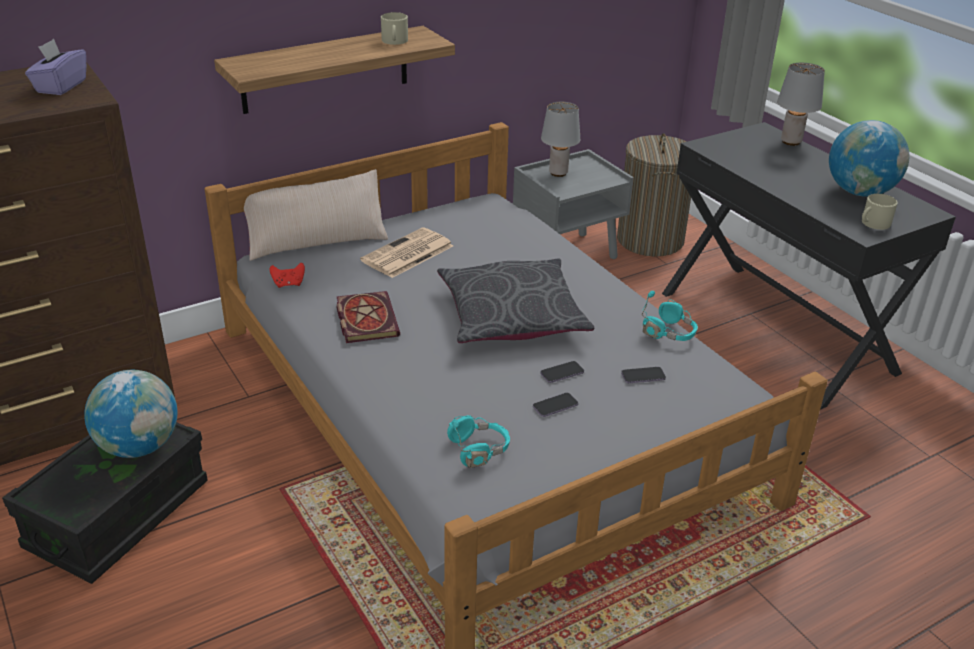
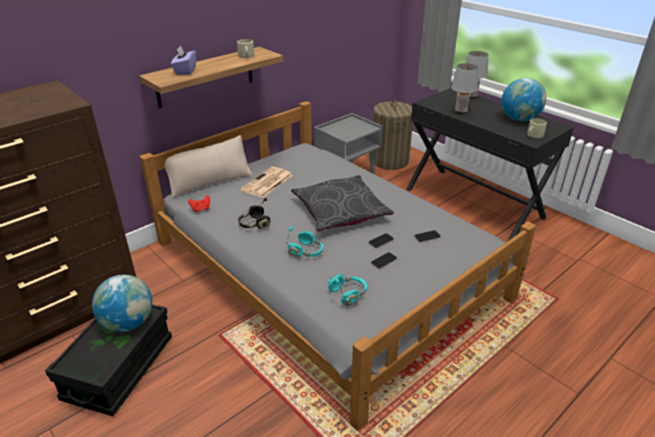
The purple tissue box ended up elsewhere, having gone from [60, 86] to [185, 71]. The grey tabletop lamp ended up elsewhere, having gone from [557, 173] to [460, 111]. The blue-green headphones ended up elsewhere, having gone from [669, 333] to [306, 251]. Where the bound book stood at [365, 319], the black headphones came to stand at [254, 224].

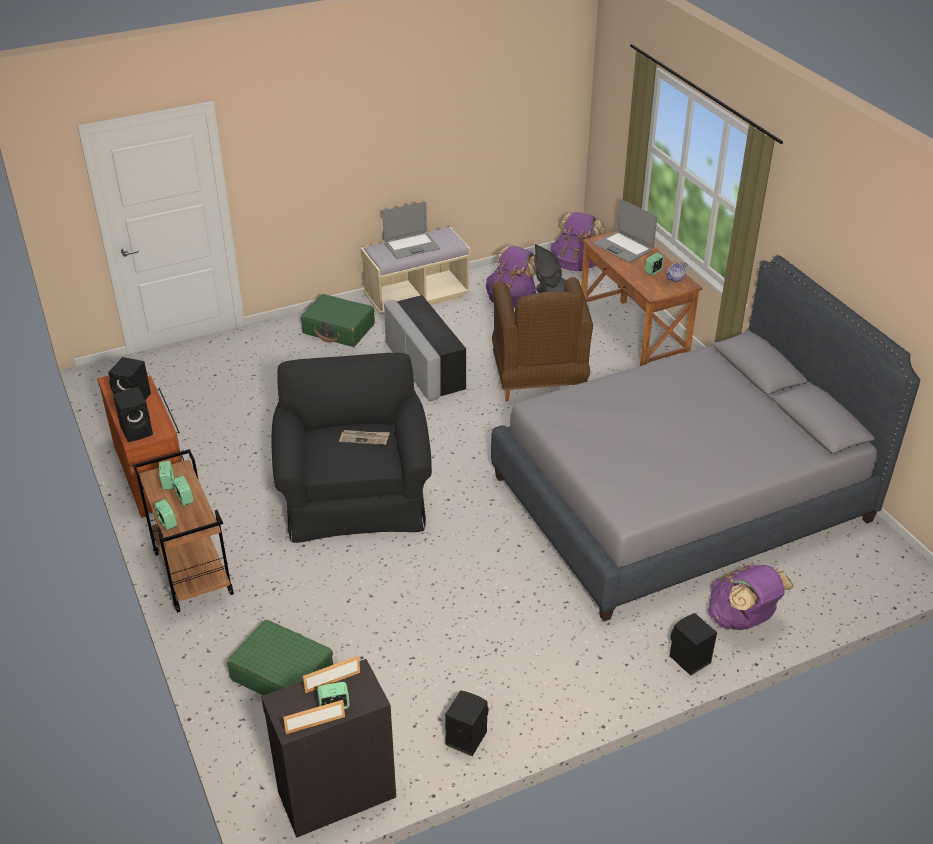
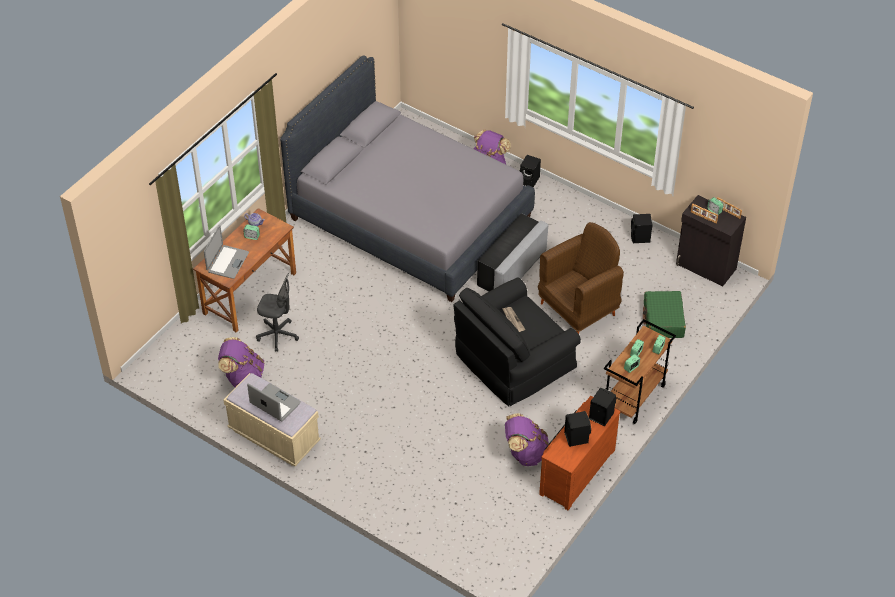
The second view lost the greenish suitcase at [339, 329]. The grey ottoman ended up elsewhere, having gone from [425, 367] to [511, 269]. The brownish armchair ended up elsewhere, having gone from [538, 380] to [578, 309]. The purple knapsack ended up elsewhere, having gone from [576, 265] to [525, 453].

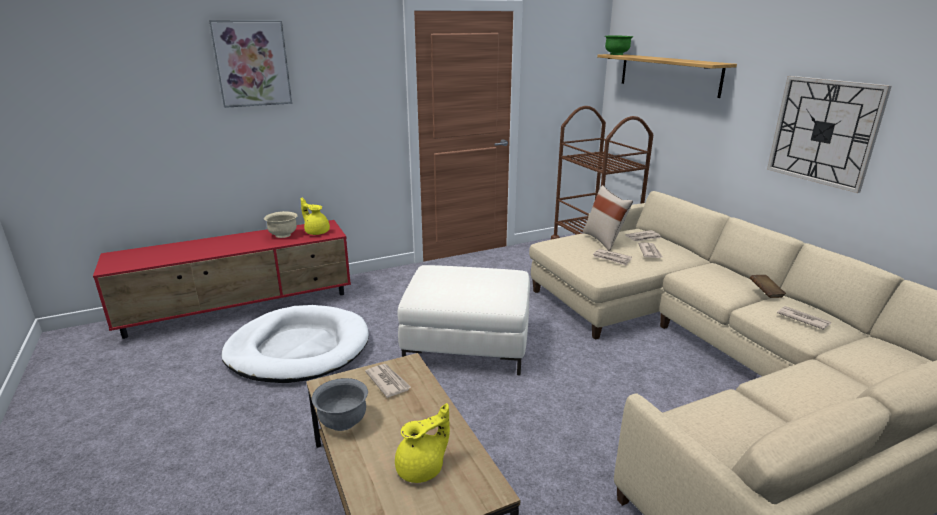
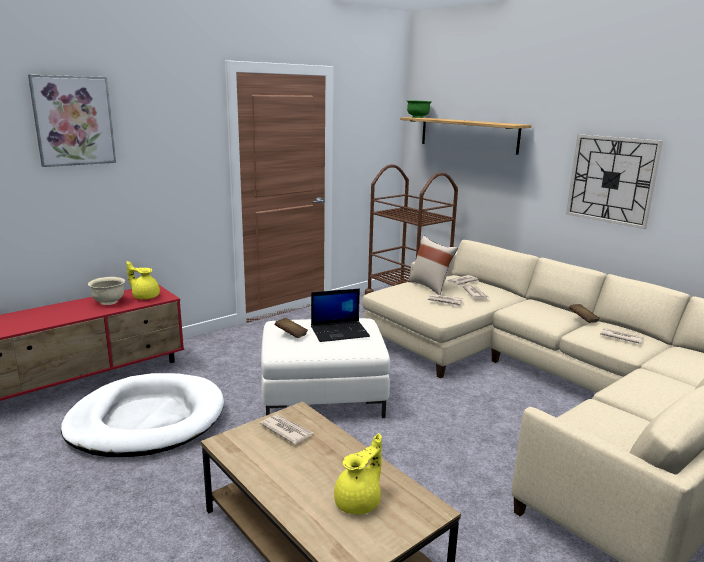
The second view lost the grey bowl at [343, 422]. The second view gained the brownish bound book at [291, 335]. The second view gained the notebook computer at [340, 332].

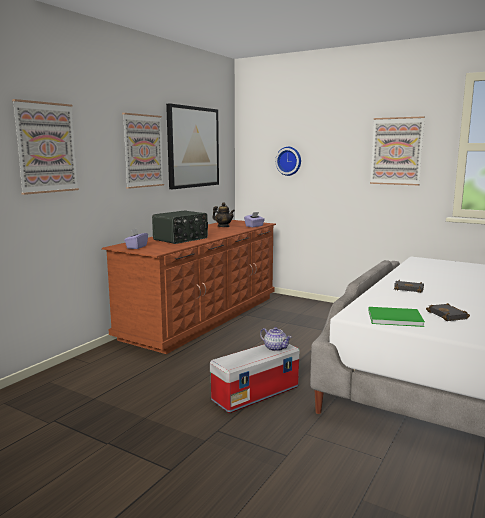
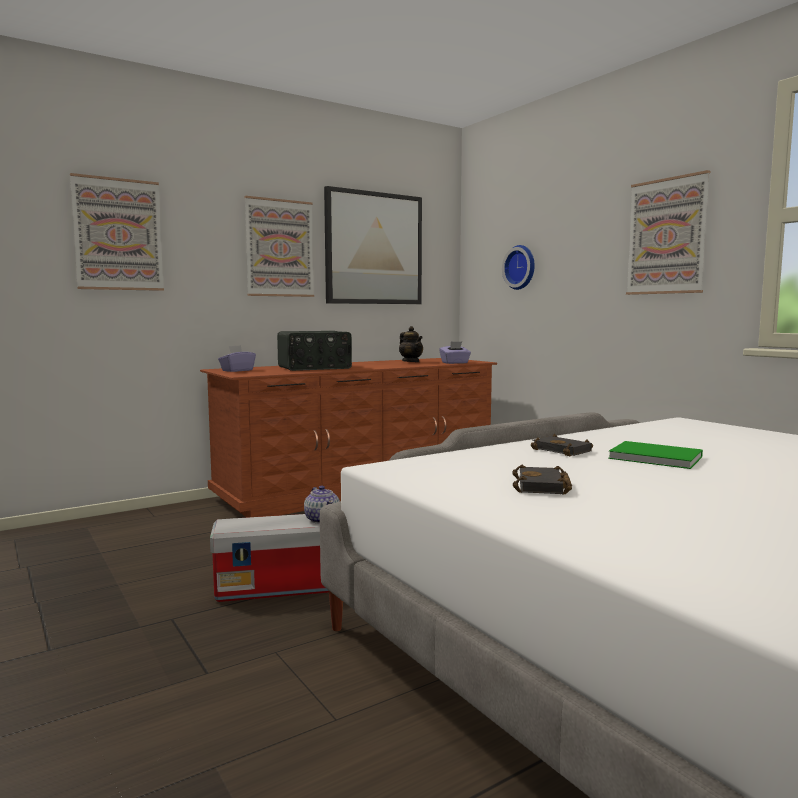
The greenish bound book ended up elsewhere, having gone from [393, 318] to [653, 457].

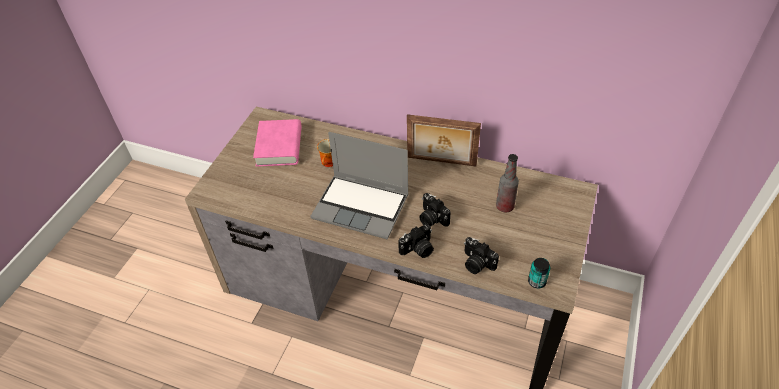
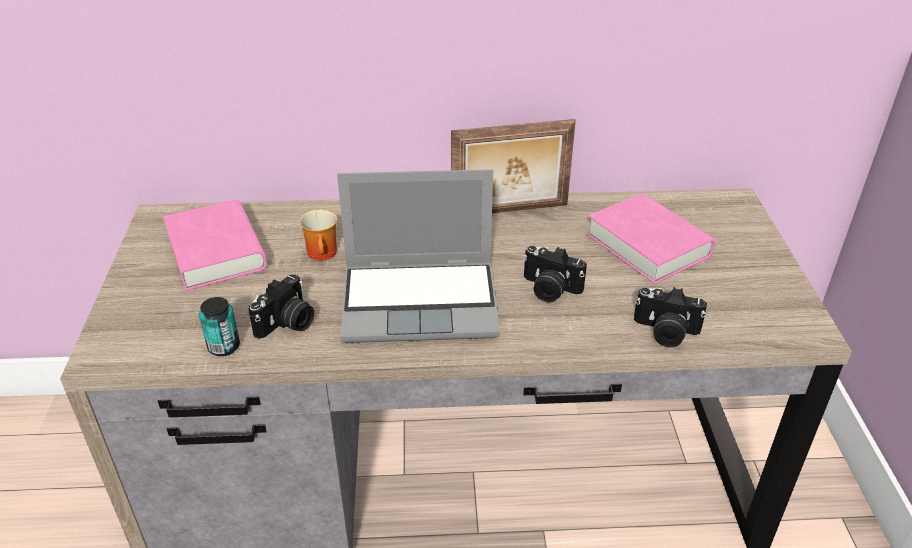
The photo camera ended up elsewhere, having gone from [418, 250] to [287, 323]. The metal can ended up elsewhere, having gone from [536, 281] to [224, 347]. Where the beverage bottle stood at [504, 206], the pink-coloured bound book came to stand at [648, 245].

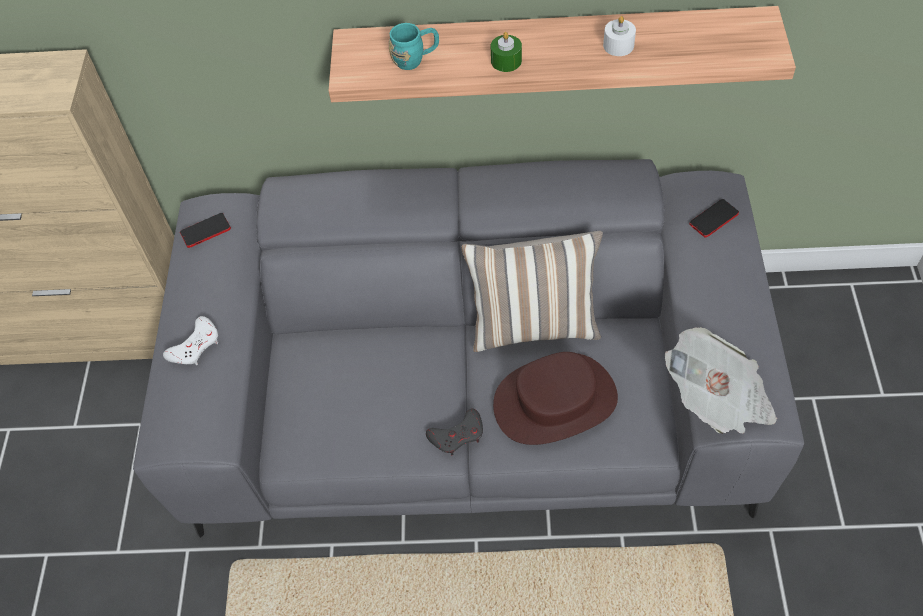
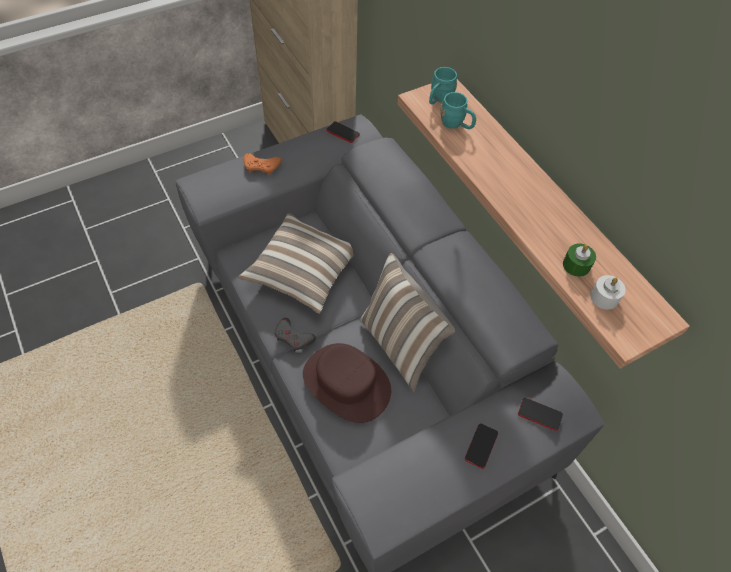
The second view lost the printed paper at [718, 399]. The second view gained the throw pillow at [303, 272]. The second view gained the blue-green mug at [439, 99]. The second view gained the handset at [481, 446]. The greenish wax light ended up elsewhere, having gone from [506, 61] to [576, 265]. The white-coloured wax light ended up elsewhere, having gone from [618, 45] to [604, 297]. What was the white-coloured game controller at [195, 346] turned into the orange game controller at [262, 166].

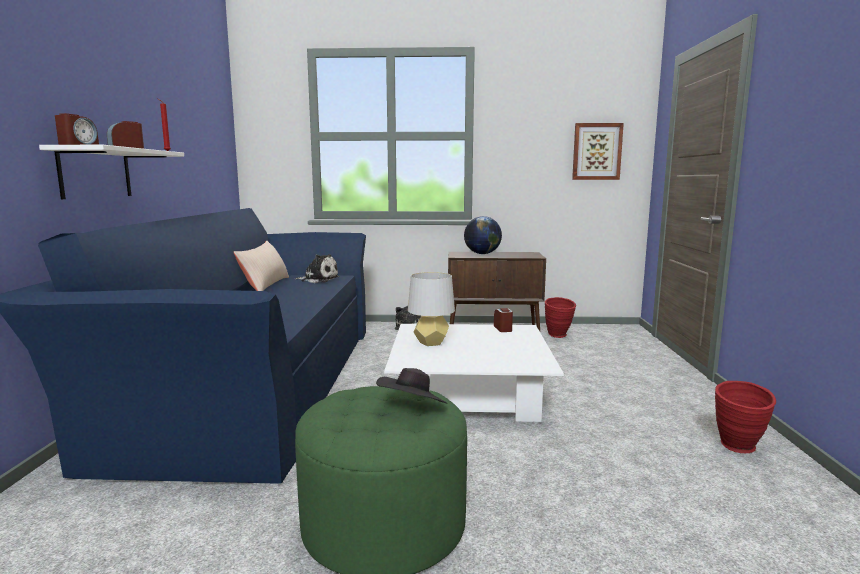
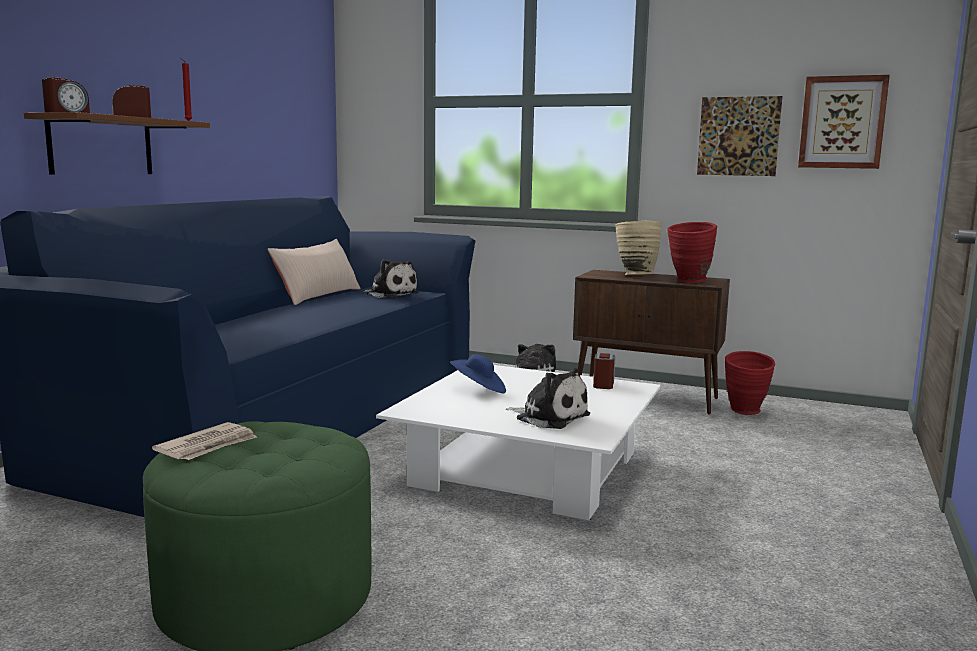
The second view lost the black hat at [412, 408]. The second view gained the printed paper at [208, 446]. The second view gained the cuddly toy at [549, 417]. The second view gained the picture at [738, 136]. The red-coloured flower vase ended up elsewhere, having gone from [738, 449] to [688, 282]. Where the grey tabletop lamp stood at [431, 343], the bluish hat came to stand at [479, 390]. Where the desk globe stood at [482, 254], the sand-coloured flower vase came to stand at [635, 275]. What was the white-coloured bracket shelf at [95, 173] turned into the brownish bracket shelf at [101, 146].

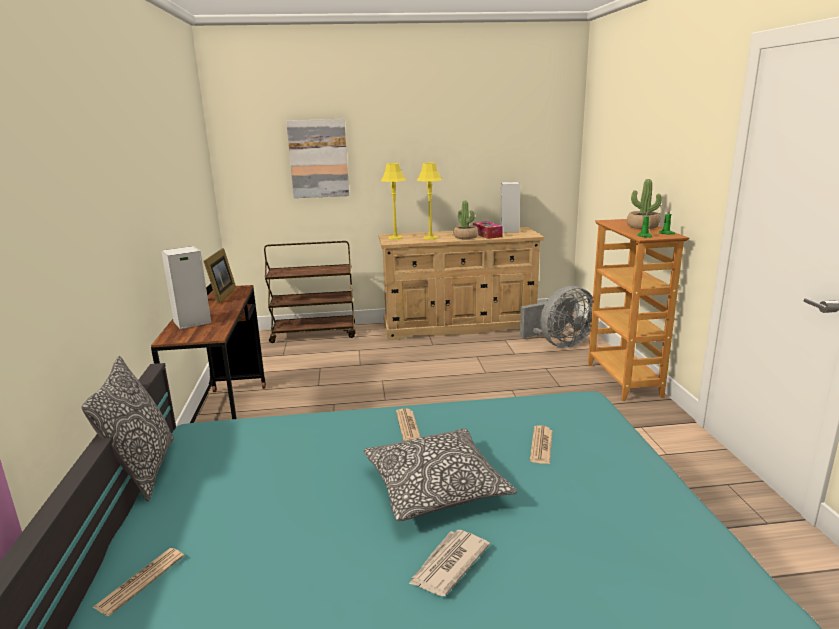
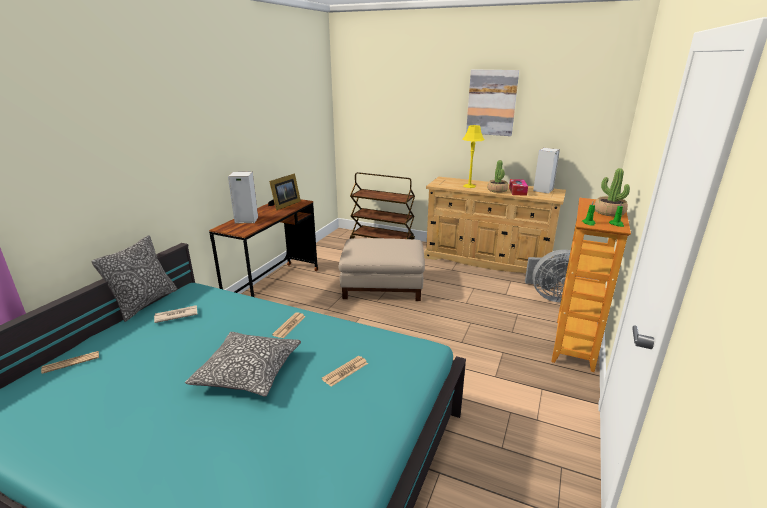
The second view lost the yellow tabletop lamp at [395, 238]. The second view gained the sand-coloured ottoman at [383, 285]. The picture ended up elsewhere, having gone from [318, 158] to [491, 102]. The printed paper ended up elsewhere, having gone from [448, 565] to [176, 315].

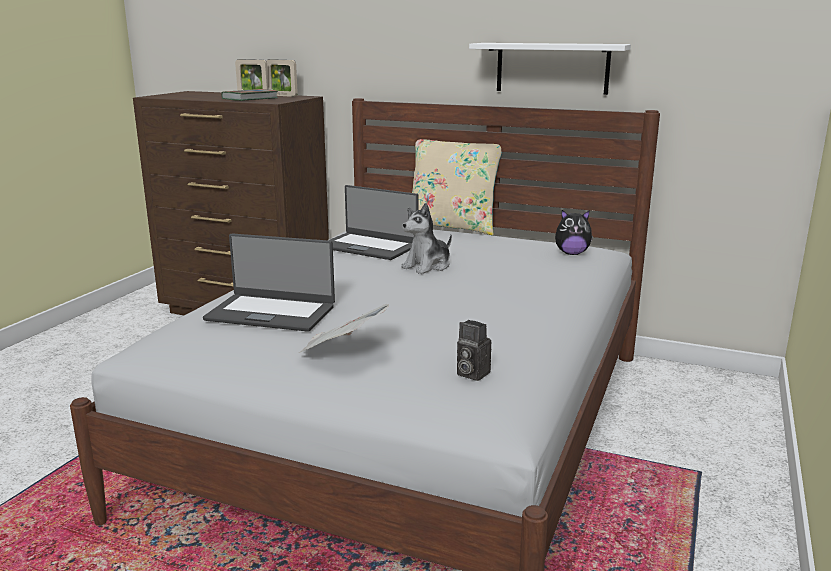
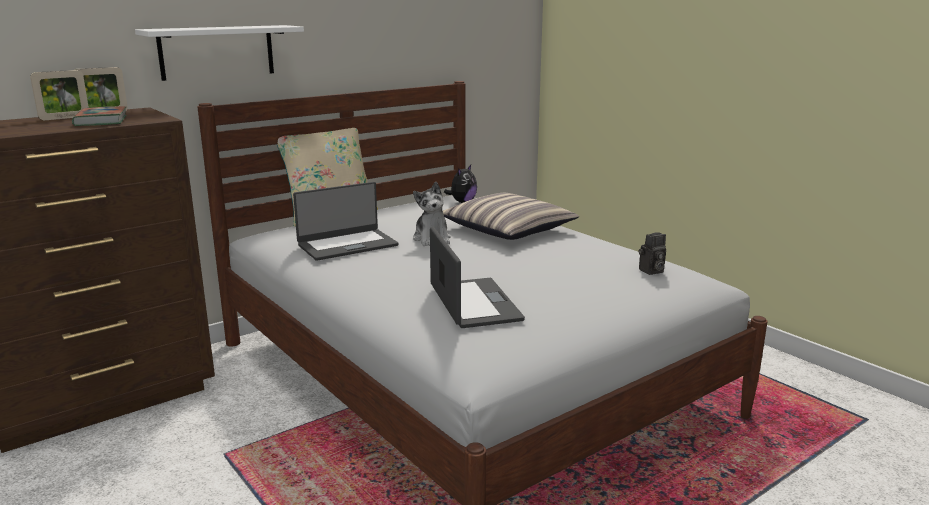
The second view lost the printed paper at [344, 351]. The second view gained the throw pillow at [508, 230]. The white-coloured bracket shelf ended up elsewhere, having gone from [552, 68] to [217, 52]. The notebook computer at [271, 313] ended up facing another way, 60 degrees counterclockwise from before.

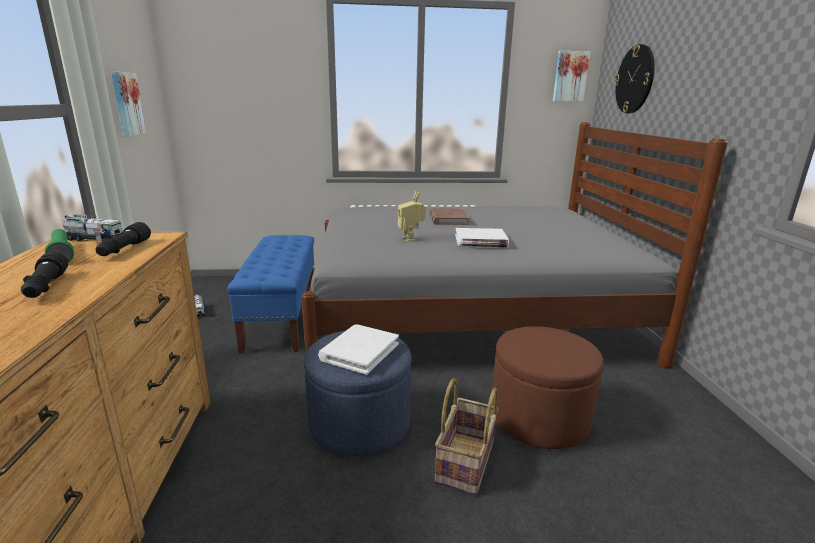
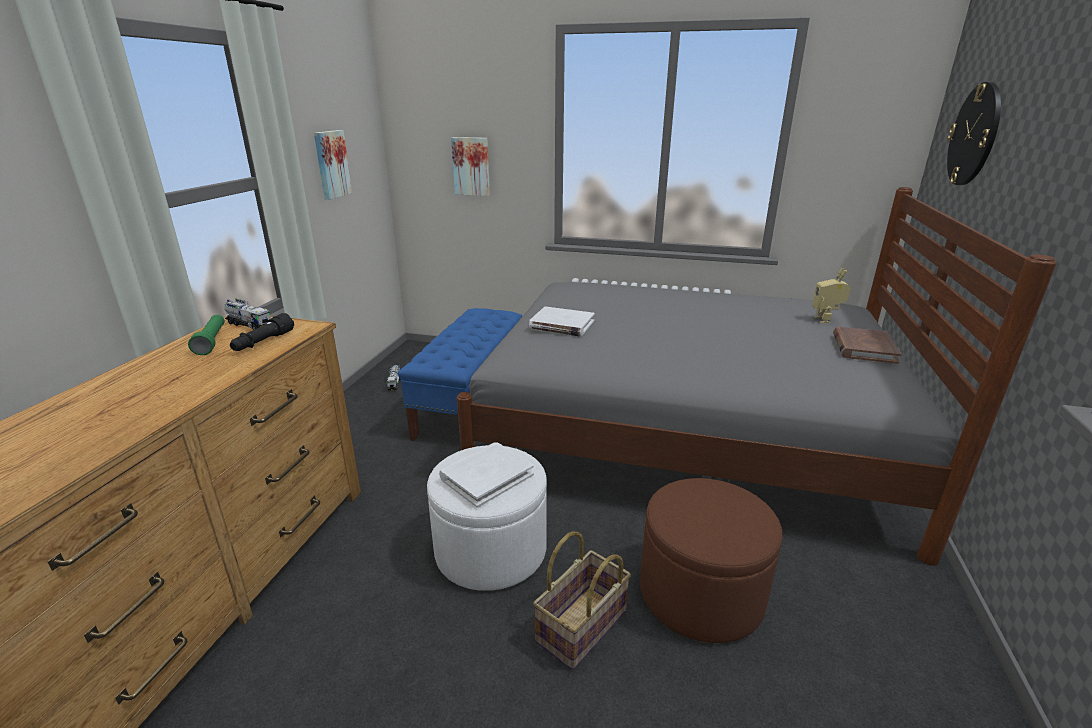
The second view lost the black flashlight at [46, 287]. The toy robot ended up elsewhere, having gone from [411, 239] to [825, 320]. The brownish bound book ended up elsewhere, having gone from [448, 219] to [863, 348]. The white-coloured bound book ended up elsewhere, having gone from [480, 241] to [561, 325]. The picture ended up elsewhere, having gone from [570, 76] to [471, 166]. What was the bluish ottoman at [359, 423] turned into the white-coloured ottoman at [491, 550].

